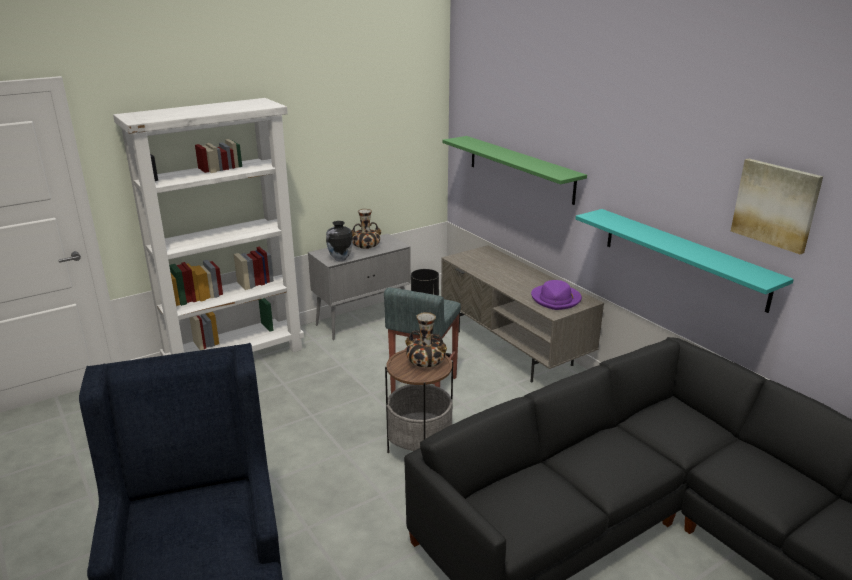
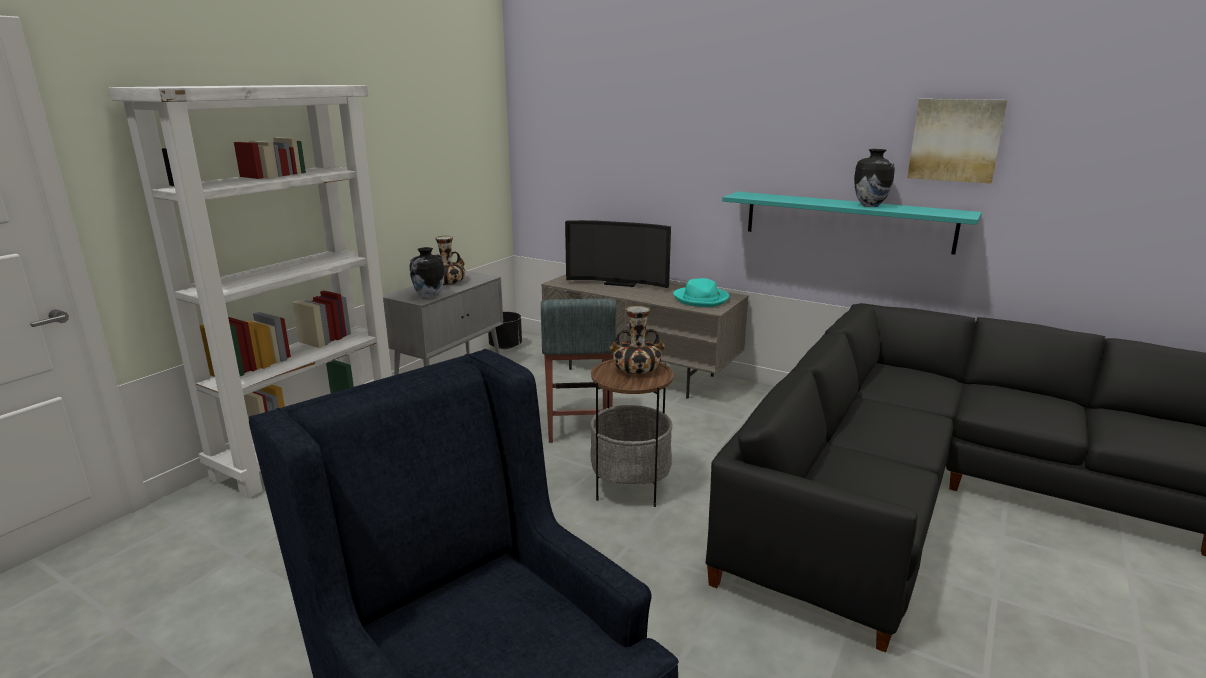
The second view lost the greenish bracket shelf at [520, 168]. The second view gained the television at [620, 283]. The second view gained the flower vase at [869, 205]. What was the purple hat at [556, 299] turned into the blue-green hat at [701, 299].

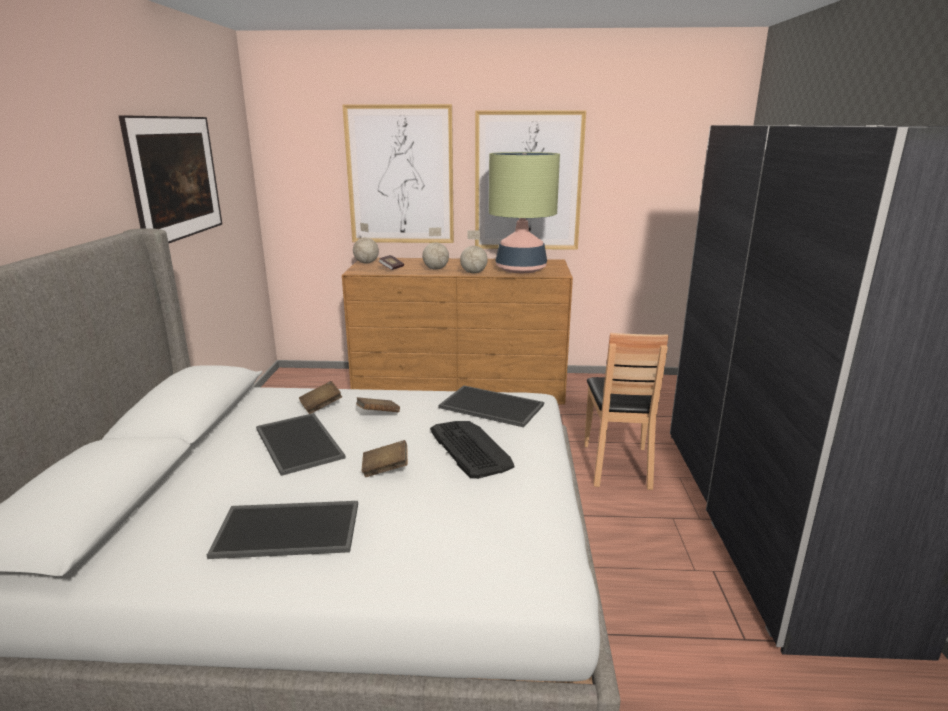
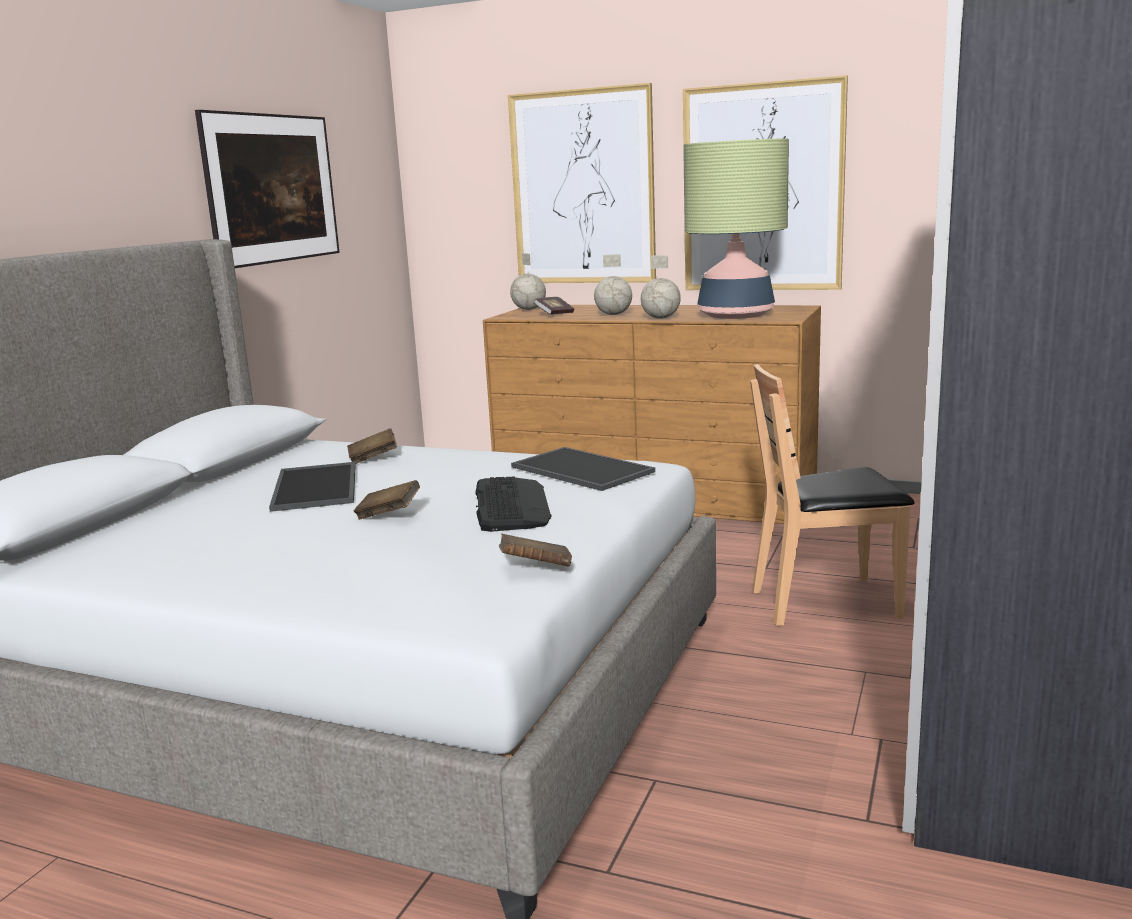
The second view lost the tray at [289, 528]. The brownish bound book ended up elsewhere, having gone from [378, 414] to [535, 568]. The brownish plain chair at [618, 465] ended up facing another way, 60 degrees clockwise from before.

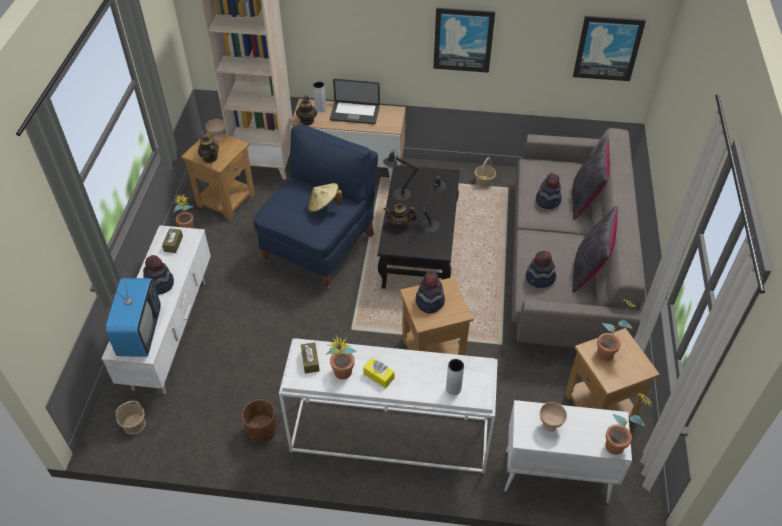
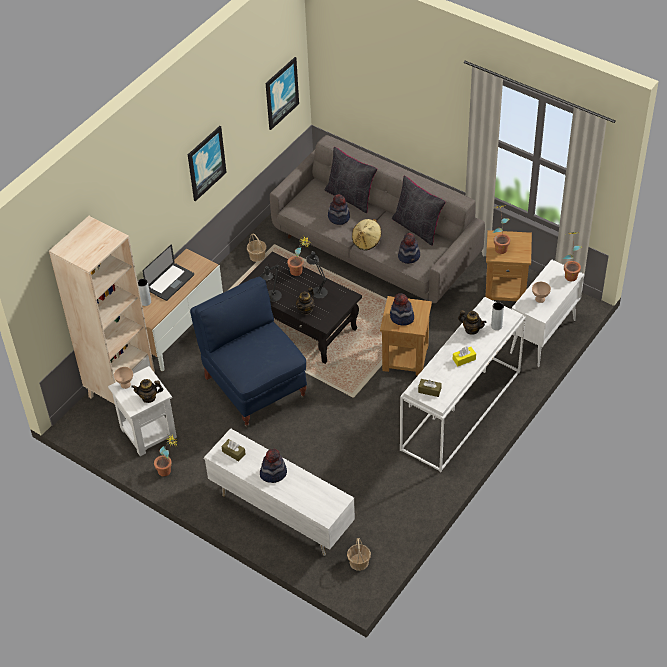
The second view lost the television at [140, 332]. The second view lost the brownish flower pot at [262, 431]. The pot for tea ended up elsewhere, having gone from [307, 121] to [471, 329]. The sand-coloured hat ended up elsewhere, having gone from [324, 206] to [367, 241]. The houseplant ended up elsewhere, having gone from [342, 377] to [299, 273]. What was the brownish accent table at [226, 199] turned into the white-coloured accent table at [148, 432].

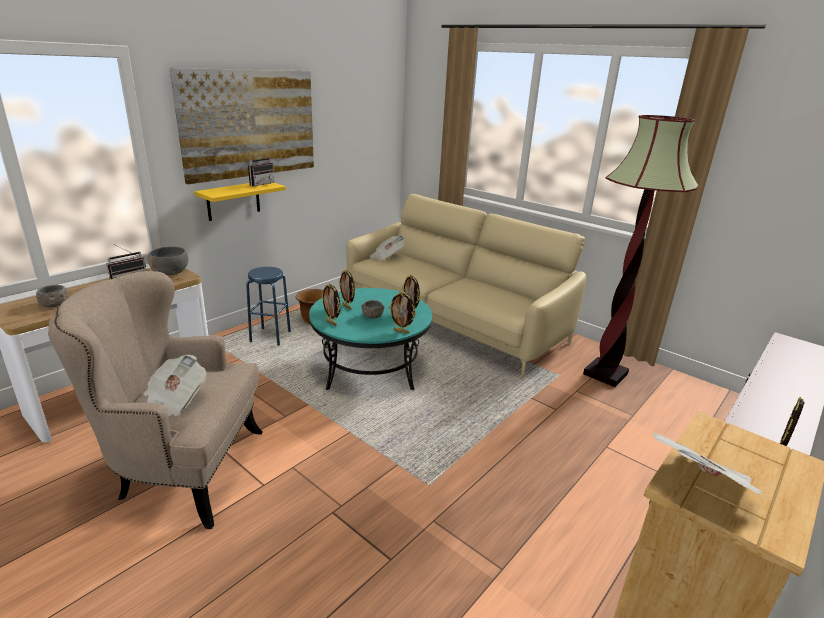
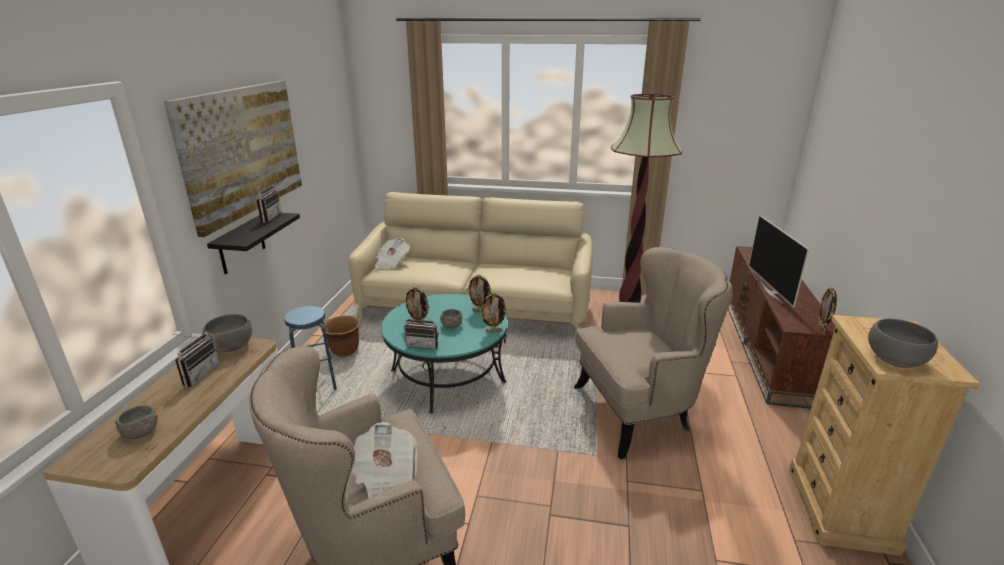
The second view gained the sand-coloured armchair at [639, 411]. The second view gained the television at [772, 292]. Where the picture frame stood at [331, 323], the radio set came to stand at [423, 344]. Where the printed paper stood at [702, 486], the grey bowl came to stand at [894, 359]. What was the yellow bracket shelf at [233, 200] turned into the black bracket shelf at [241, 243].

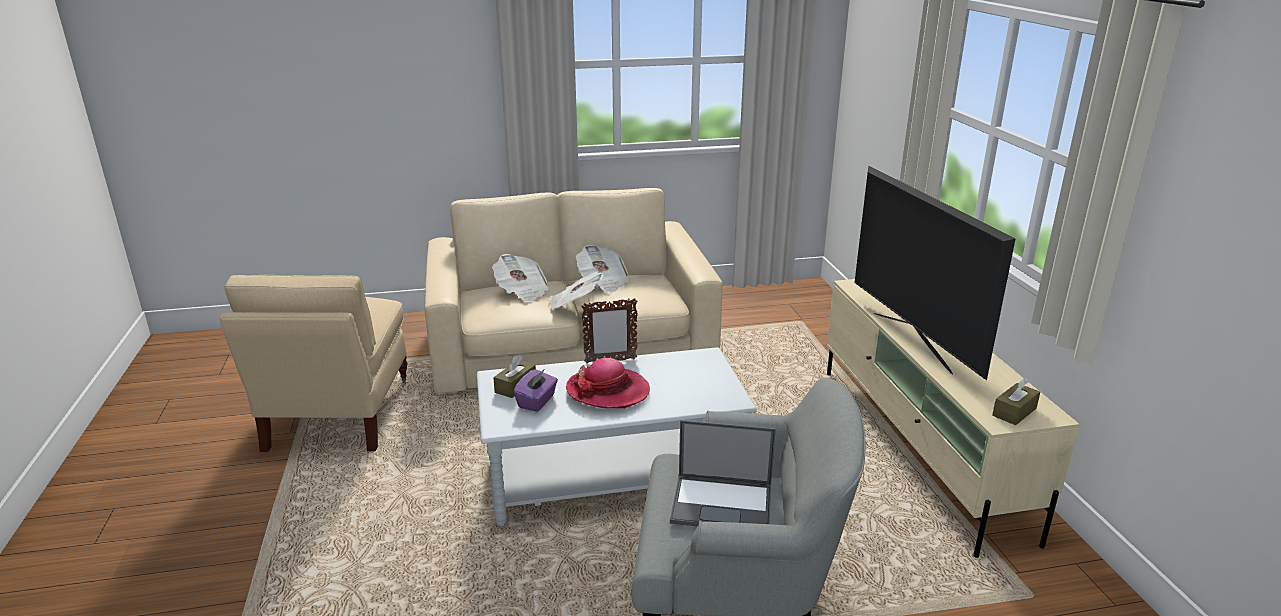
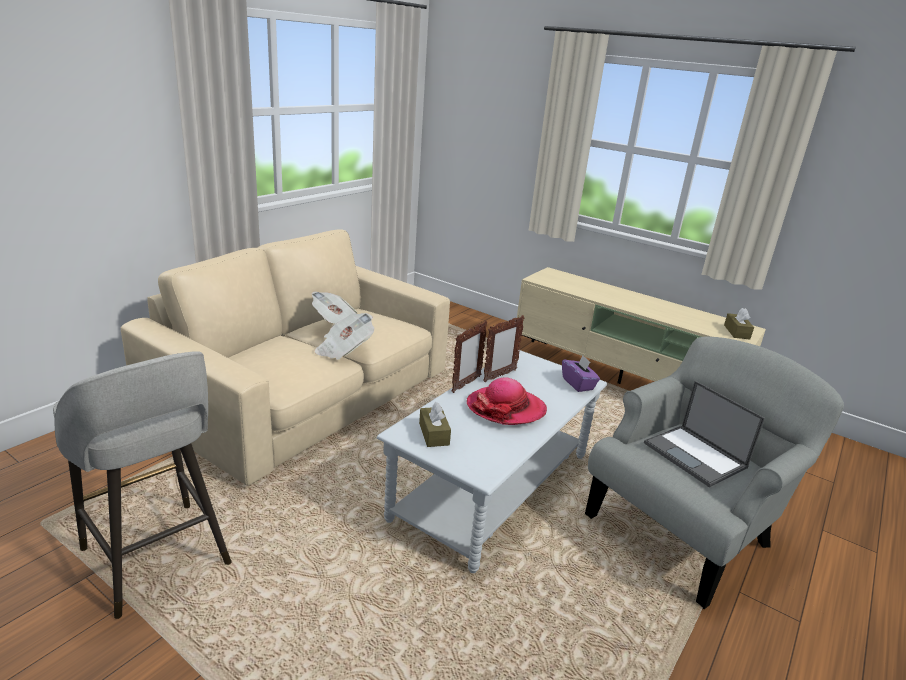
The second view lost the printed paper at [521, 292]. The second view lost the television at [912, 341]. The second view gained the picture frame at [499, 376]. The purple tissue box ended up elsewhere, having gone from [537, 401] to [578, 384]. Where the sand-coloured armchair stood at [338, 416], the grey sitting stool came to stand at [157, 559]. The notebook computer at [723, 504] ended up facing another way, 90 degrees clockwise from before.

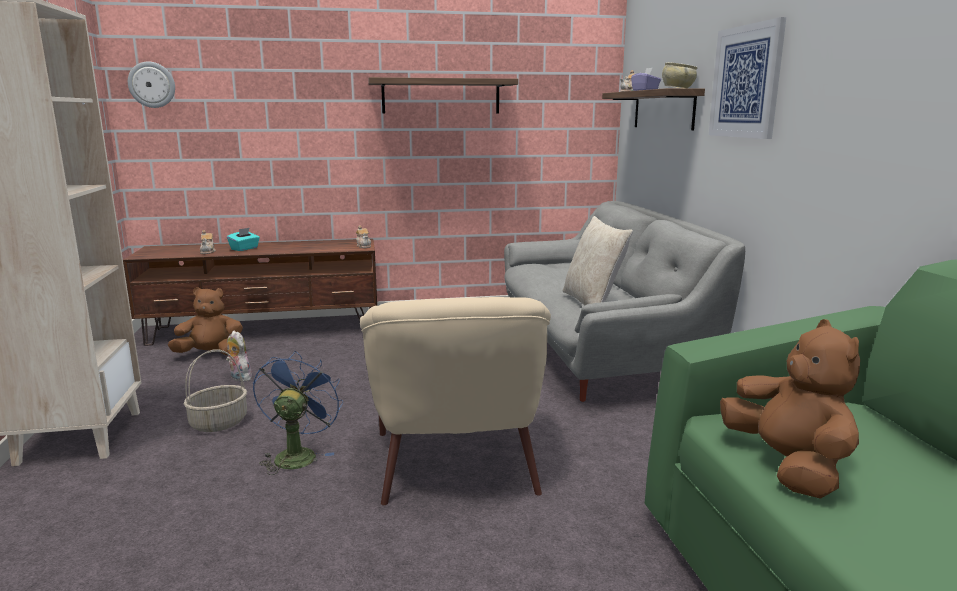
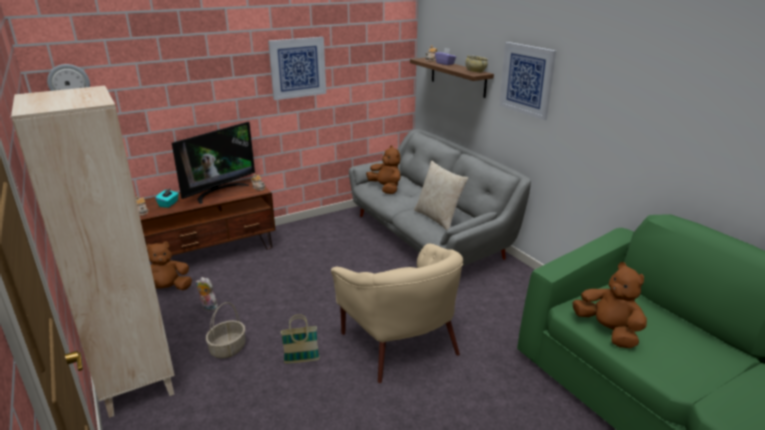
The second view gained the television at [219, 191]. The second view gained the brownish cuddly toy at [386, 188]. Where the bluish fan stood at [297, 454], the storage basket came to stand at [301, 360]. Where the bracket shelf hung at [441, 96], the picture came to hang at [298, 68].

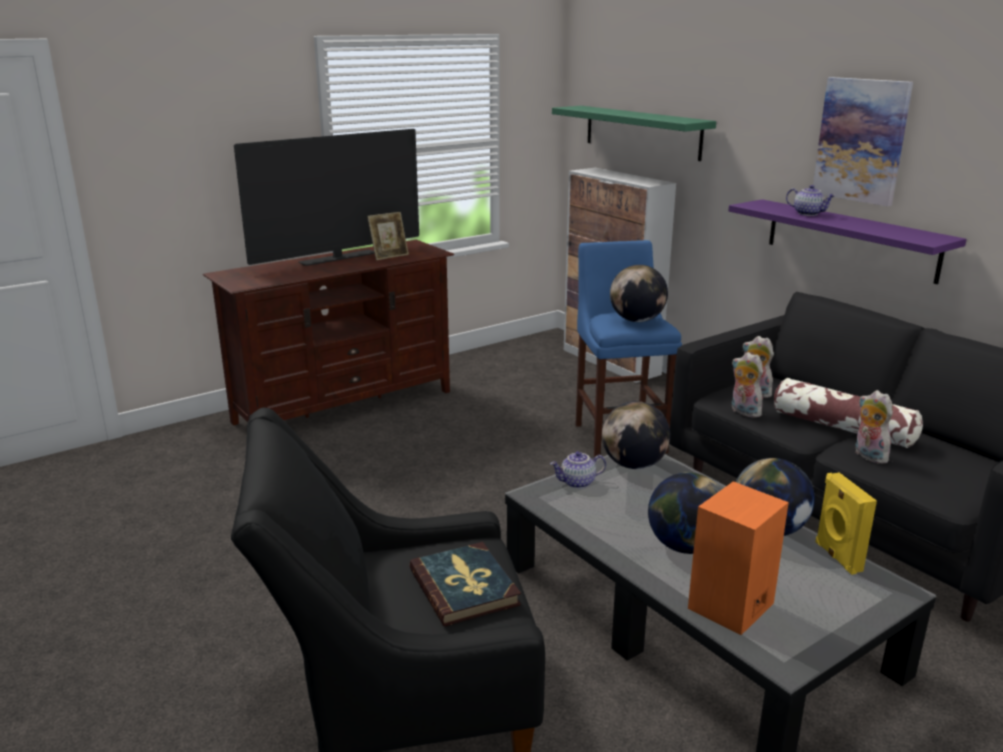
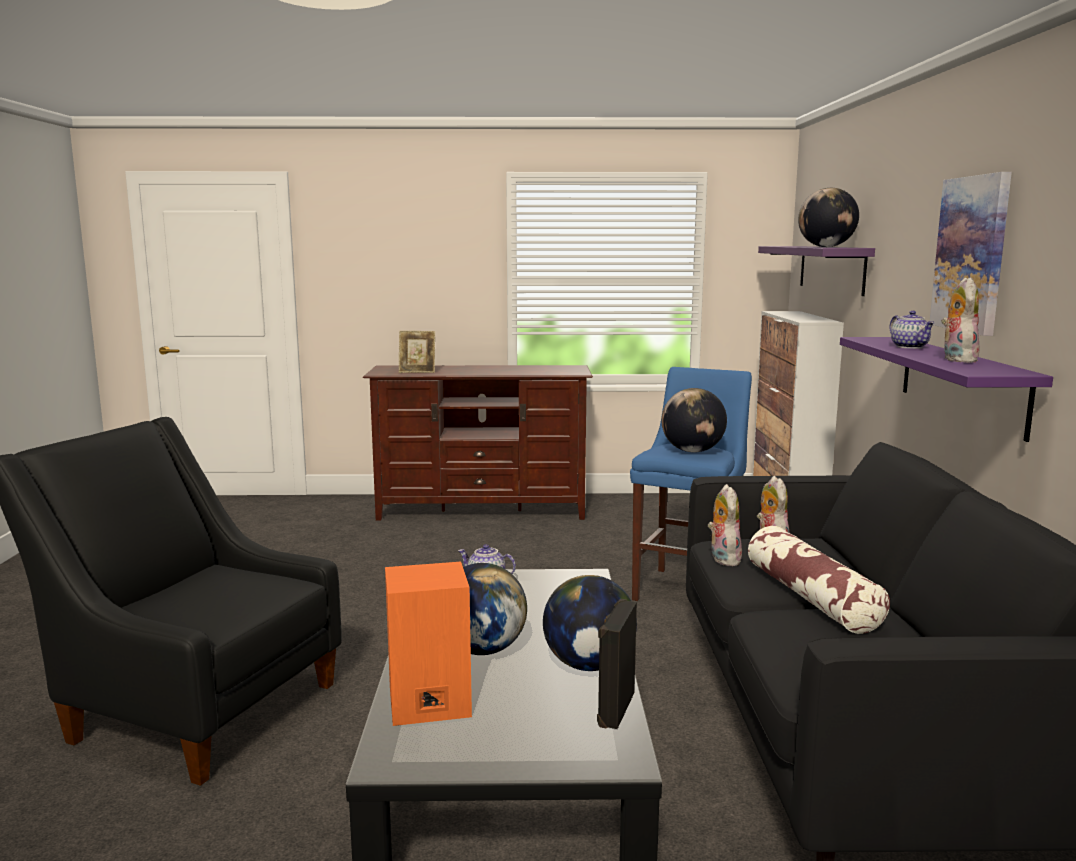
The second view lost the television at [338, 258]. The second view lost the bound book at [465, 587]. The picture frame ended up elsewhere, having gone from [389, 256] to [417, 372]. The desk globe ended up elsewhere, having gone from [633, 465] to [826, 247]. The cuddly toy ended up elsewhere, having gone from [867, 456] to [956, 360]. What was the greenish bracket shelf at [642, 132] turned into the purple bracket shelf at [831, 268]. What was the yellow loudspeaker at [836, 557] turned into the black loudspeaker at [614, 709].

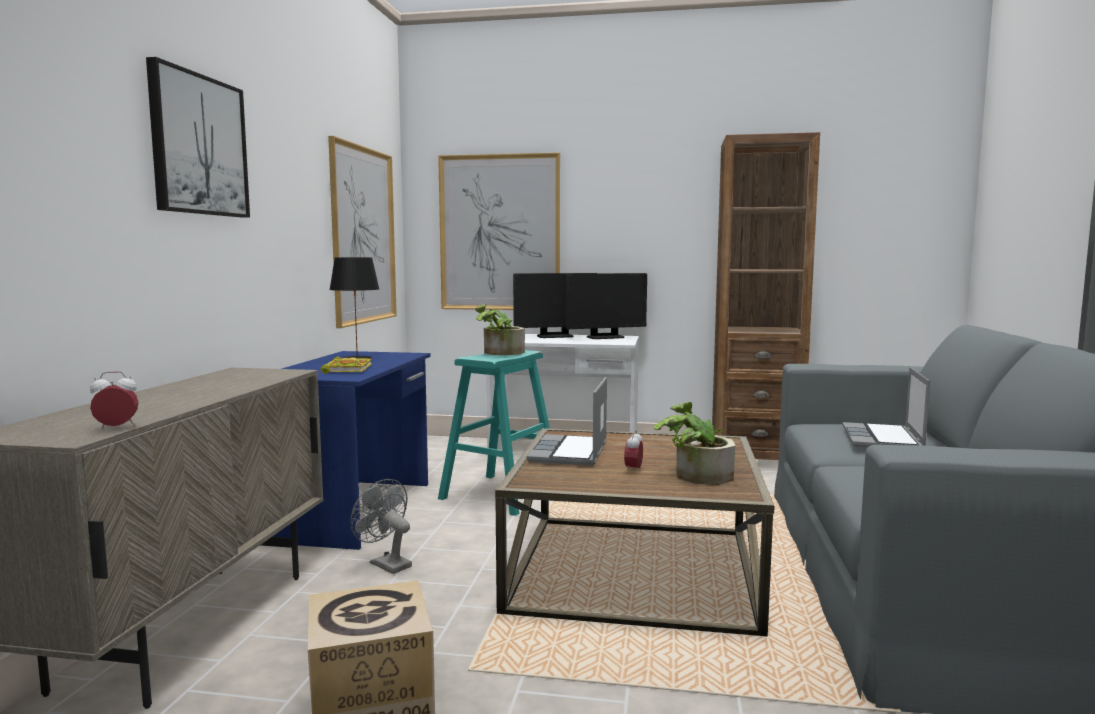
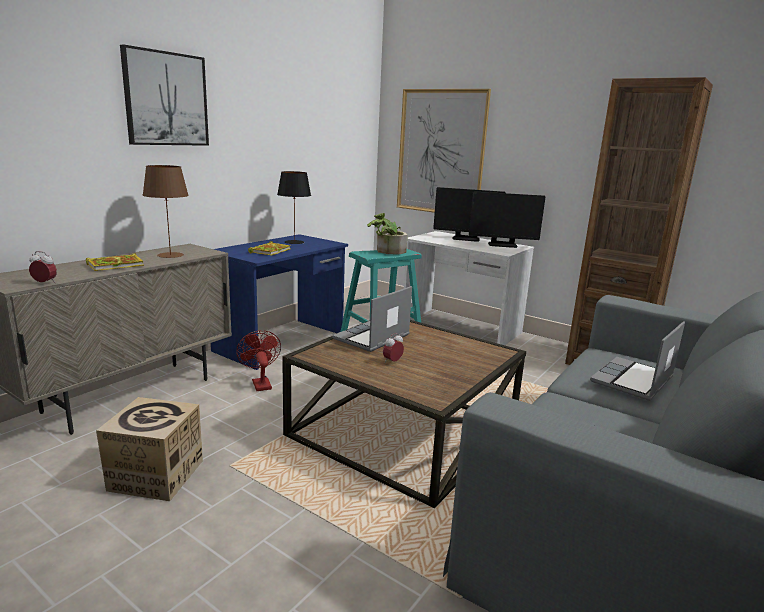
The second view lost the picture at [363, 235]. The second view lost the houseplant at [695, 476]. The second view gained the bound book at [117, 265]. The second view gained the brownish tabletop lamp at [170, 255]. What was the grey fan at [385, 564] turned into the red-coloured fan at [260, 383].

